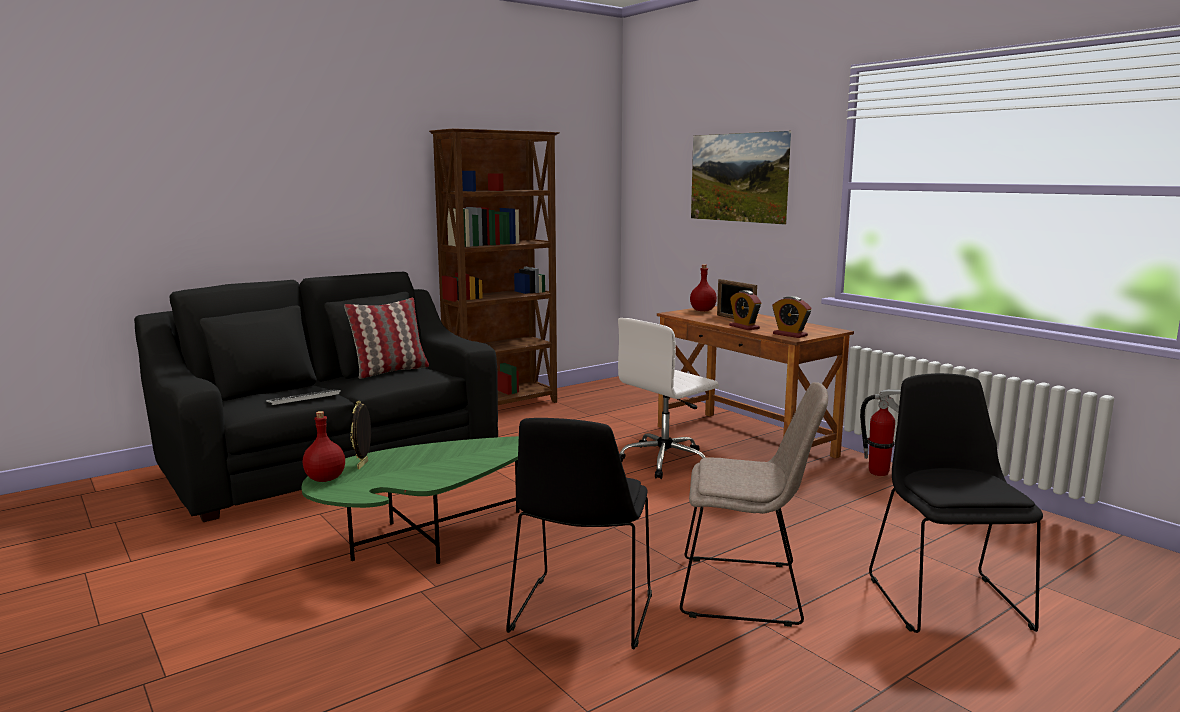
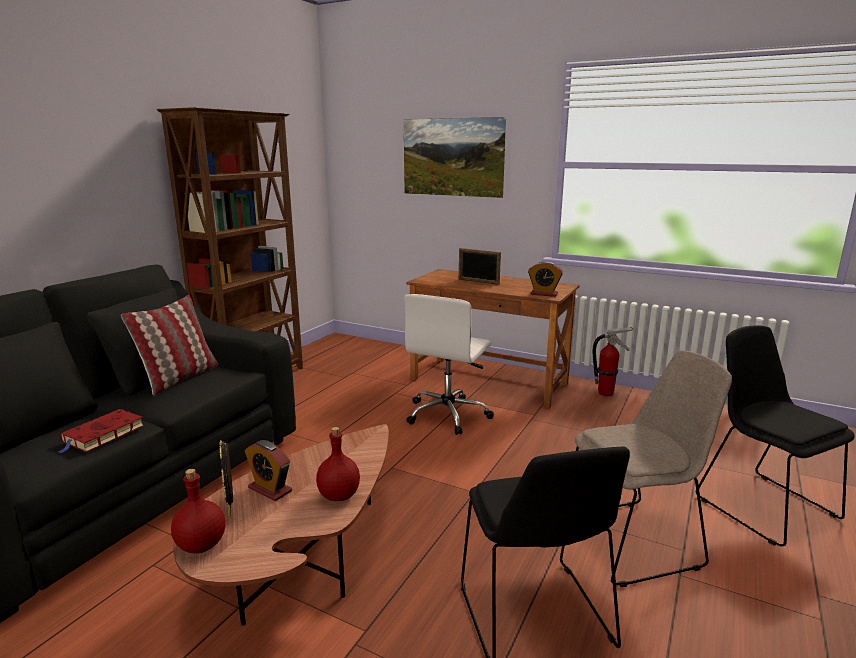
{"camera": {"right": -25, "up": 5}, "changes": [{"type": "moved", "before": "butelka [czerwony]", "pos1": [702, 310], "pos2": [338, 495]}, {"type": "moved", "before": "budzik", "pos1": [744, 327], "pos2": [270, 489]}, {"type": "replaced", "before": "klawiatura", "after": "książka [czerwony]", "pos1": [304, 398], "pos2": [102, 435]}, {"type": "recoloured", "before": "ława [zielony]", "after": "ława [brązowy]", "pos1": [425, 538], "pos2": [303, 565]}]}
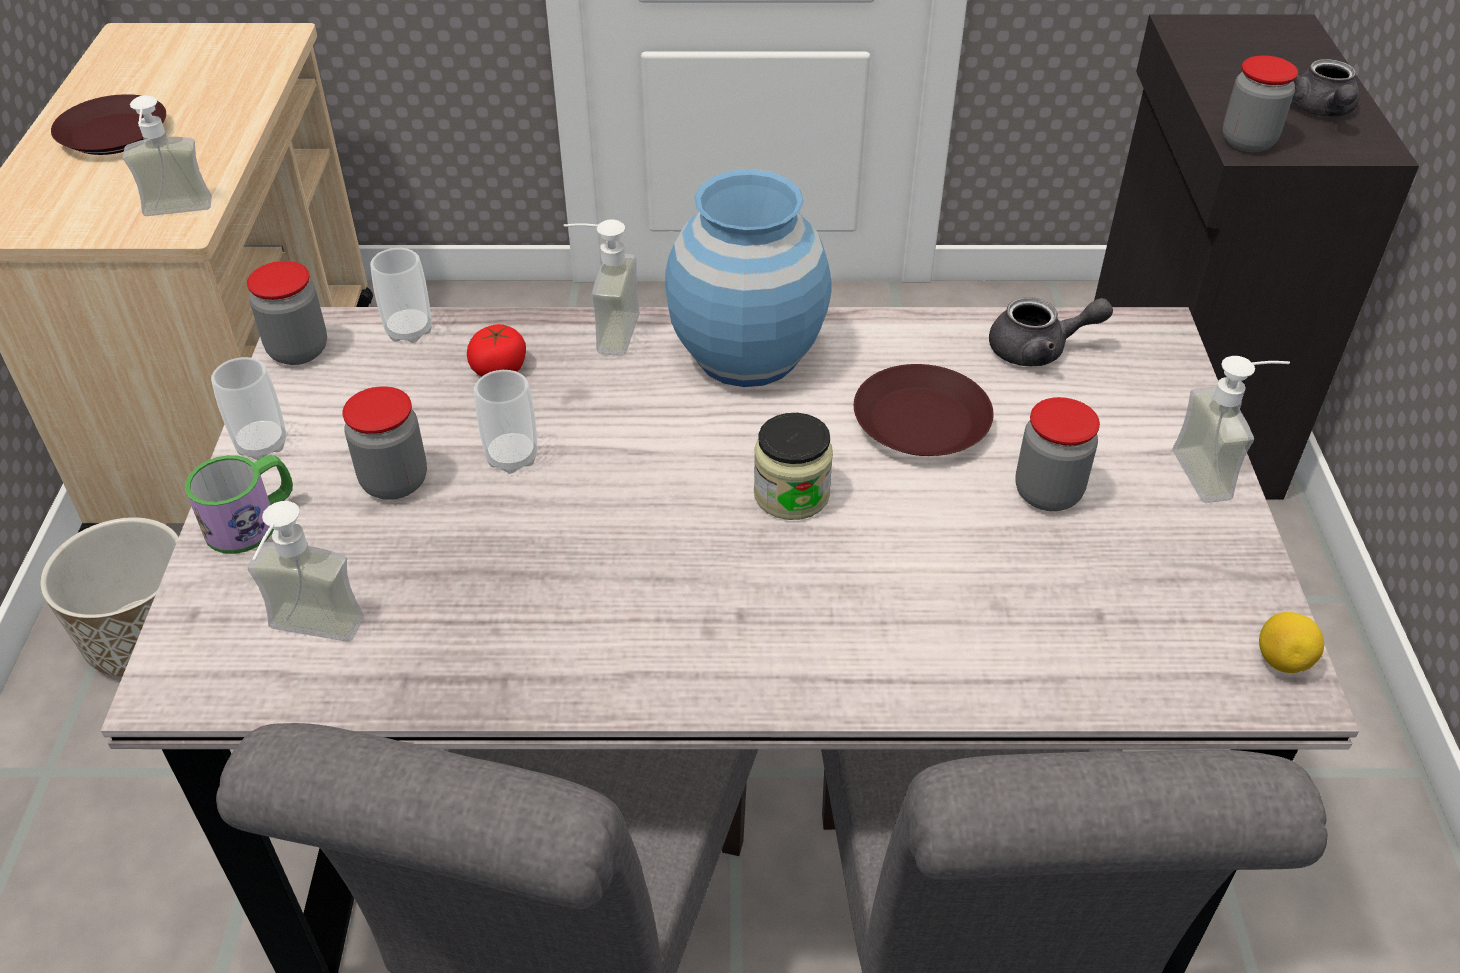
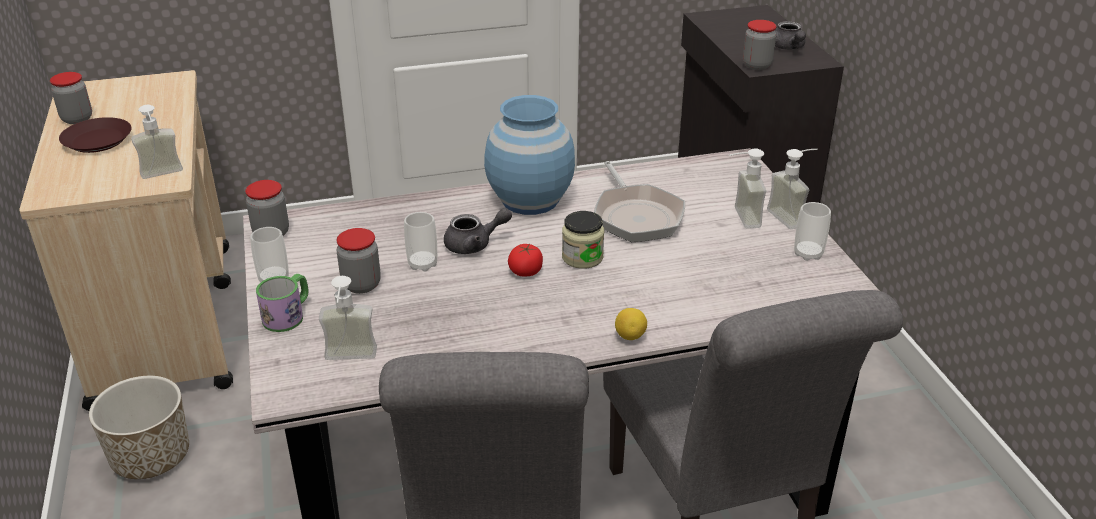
{"camera": {"right": -15, "up": -10}, "changes": [{"type": "moved", "before": "dozownik mydła", "pos1": [603, 332], "pos2": [738, 218]}, {"type": "moved", "before": "filiżanka", "pos1": [409, 331], "pos2": [808, 254]}, {"type": "moved", "before": "imbryk [szary]", "pos1": [1039, 350], "pos2": [474, 244]}, {"type": "moved", "before": "pomidor", "pos1": [499, 368], "pos2": [525, 271]}, {"type": "replaced", "before": "talerz [brązowy]", "after": "patelnia", "pos1": [922, 421], "pos2": [636, 216]}, {"type": "moved", "before": "słoik", "pos1": [1047, 493], "pos2": [77, 119]}, {"type": "moved", "before": "cytryna", "pos1": [1282, 660], "pos2": [630, 336]}]}
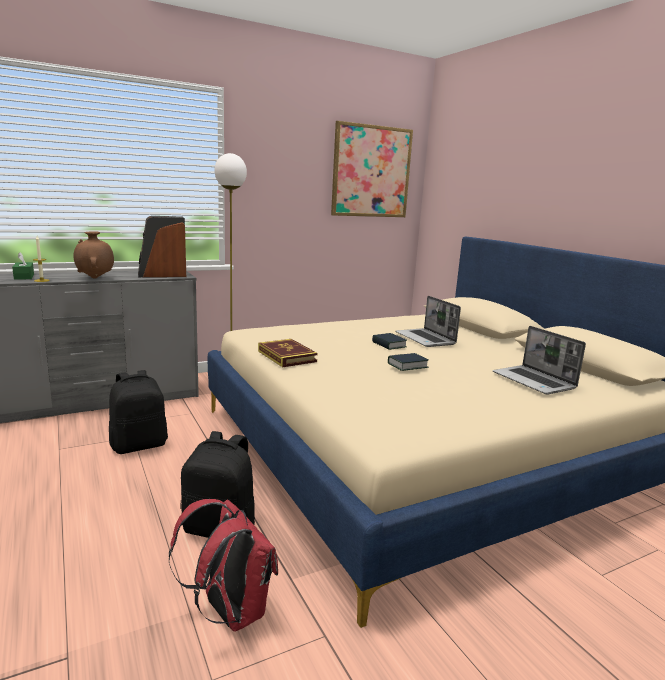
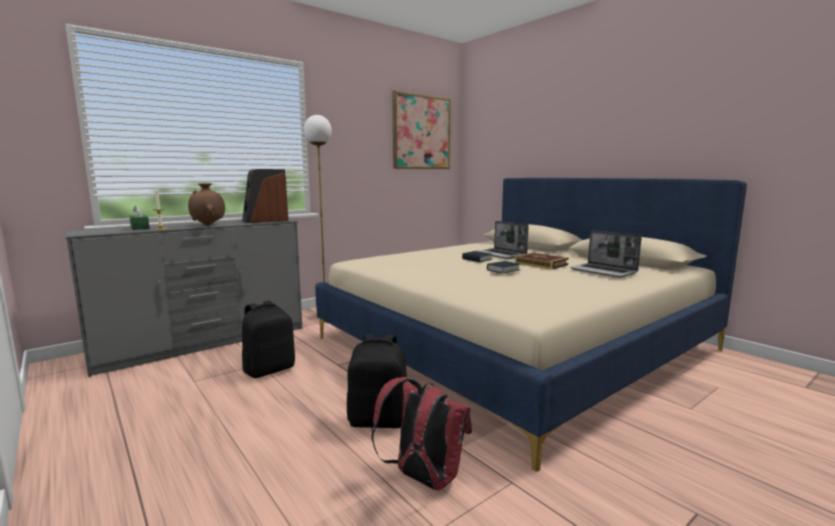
{"camera": {"right": -10, "up": -5}, "changes": [{"type": "moved", "before": "książka", "pos1": [286, 356], "pos2": [541, 264]}]}
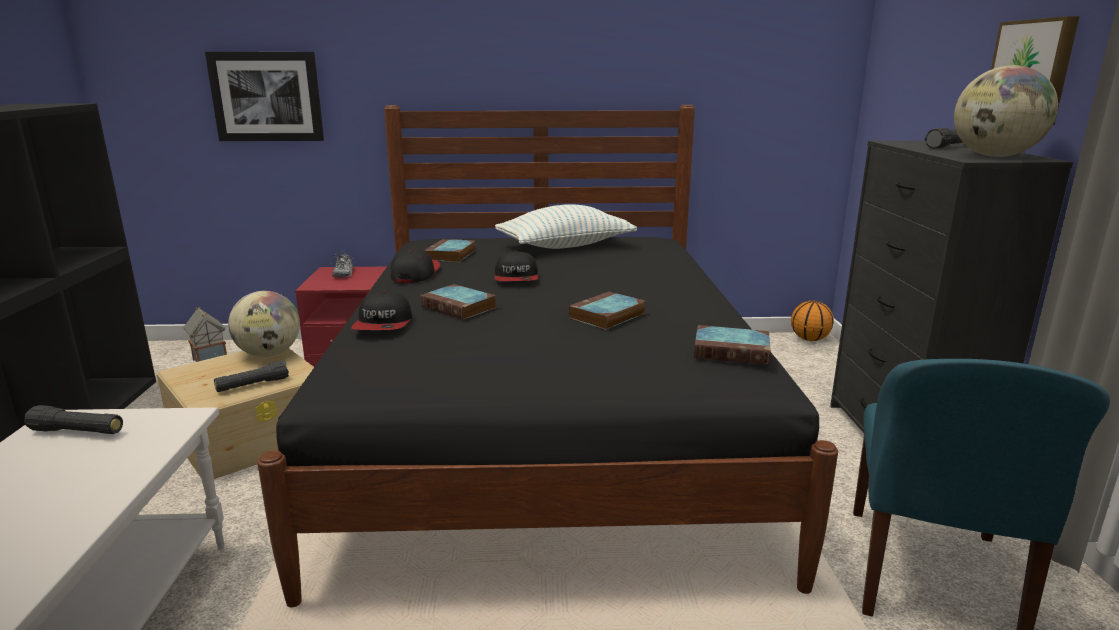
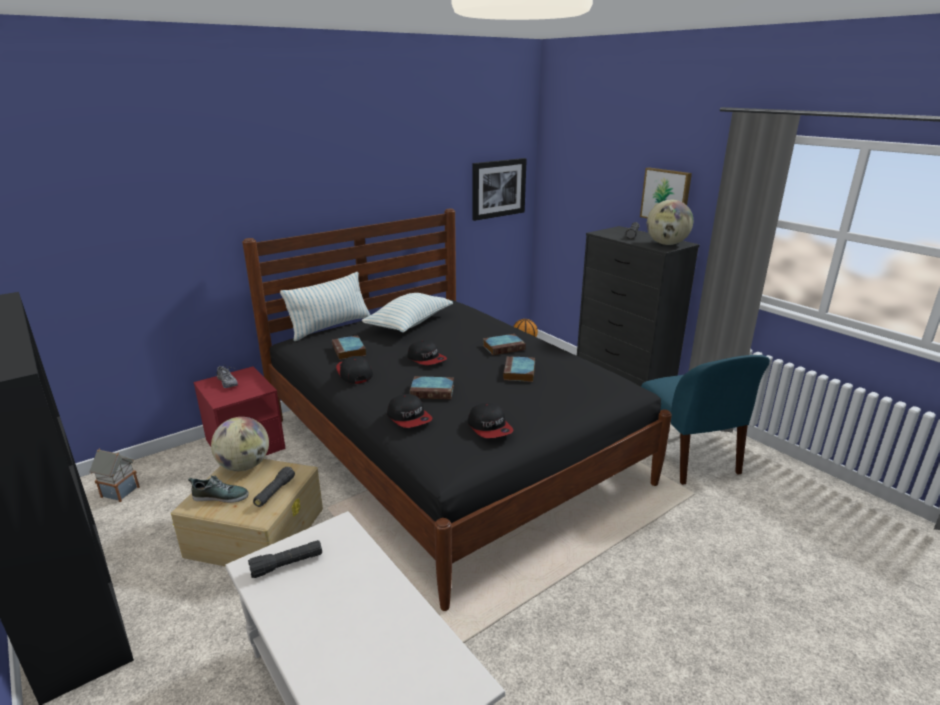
{"camera": {"right": -35, "up": 5}, "changes": [{"type": "moved", "before": "obraz", "pos1": [267, 97], "pos2": [498, 188]}, {"type": "moved", "before": "książka", "pos1": [733, 351], "pos2": [504, 347]}, {"type": "added", "after": "poduszka", "pos2": [330, 327]}, {"type": "added", "after": "czapka z daszkiem", "pos2": [490, 427]}, {"type": "added", "after": "but", "pos2": [221, 496]}]}
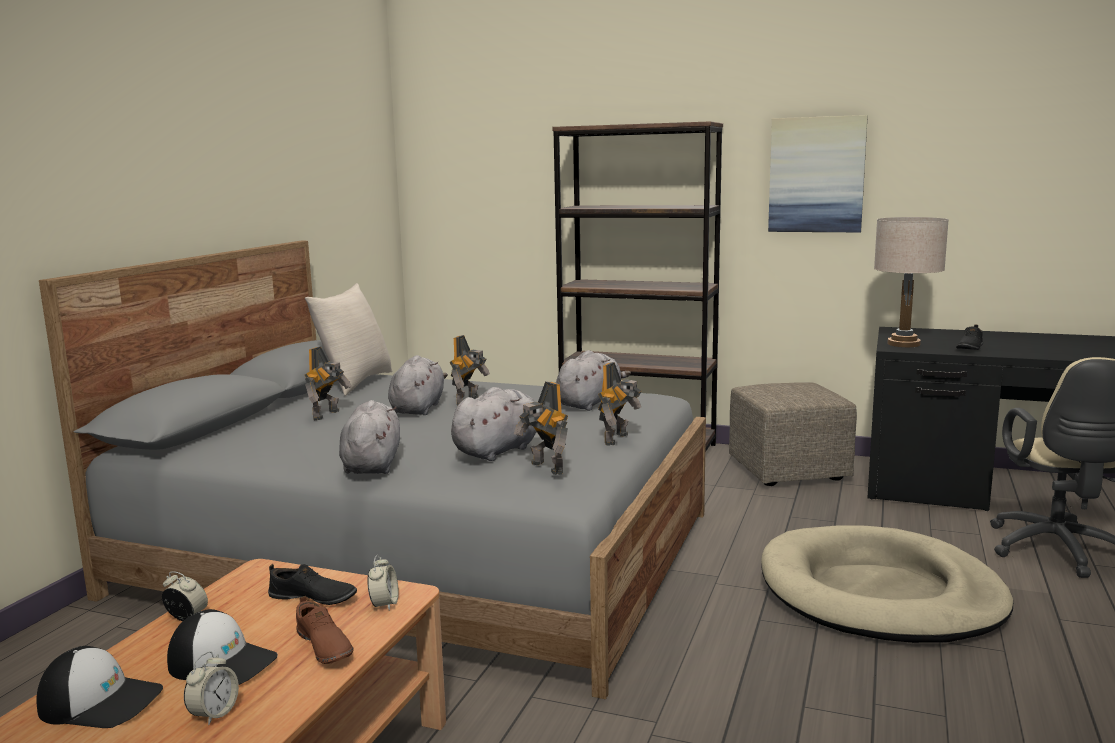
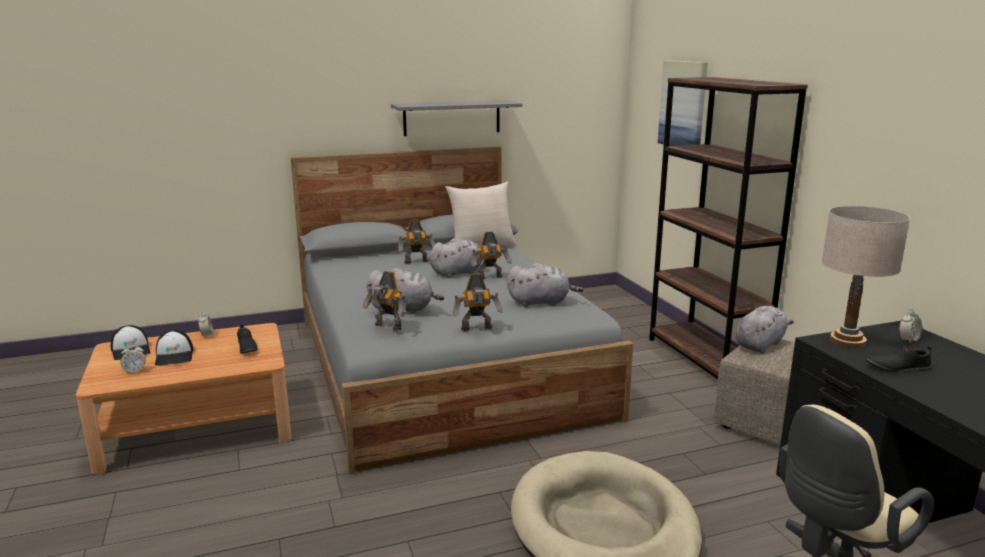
{"camera": {"right": 50, "up": 5}, "changes": [{"type": "moved", "before": "obraz", "pos1": [816, 175], "pos2": [683, 105]}, {"type": "turned", "before": "robot zabawkowy", "pos1": [545, 468], "pos2": [387, 327], "turn": -75}, {"type": "moved", "before": "pluszak [szary]", "pos1": [372, 464], "pos2": [760, 344]}, {"type": "moved", "before": "budzik", "pos1": [384, 604], "pos2": [908, 340]}, {"type": "removed", "before": "but [brązowy]", "pos1": [323, 647]}, {"type": "added", "after": "półka [szary]", "pos2": [452, 118]}]}
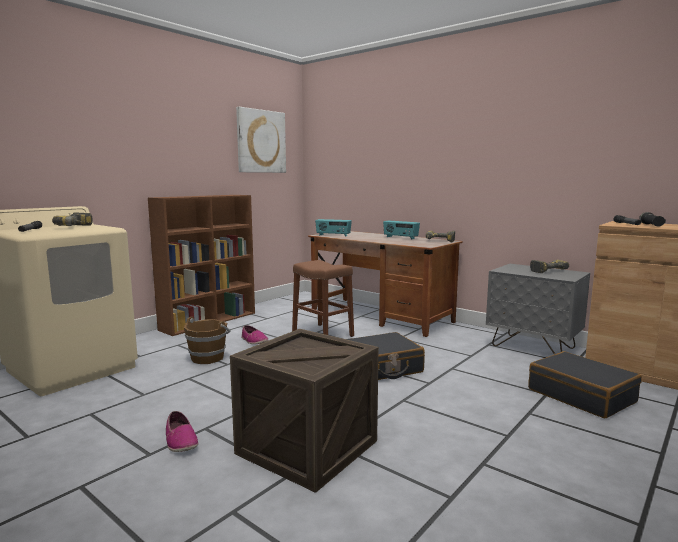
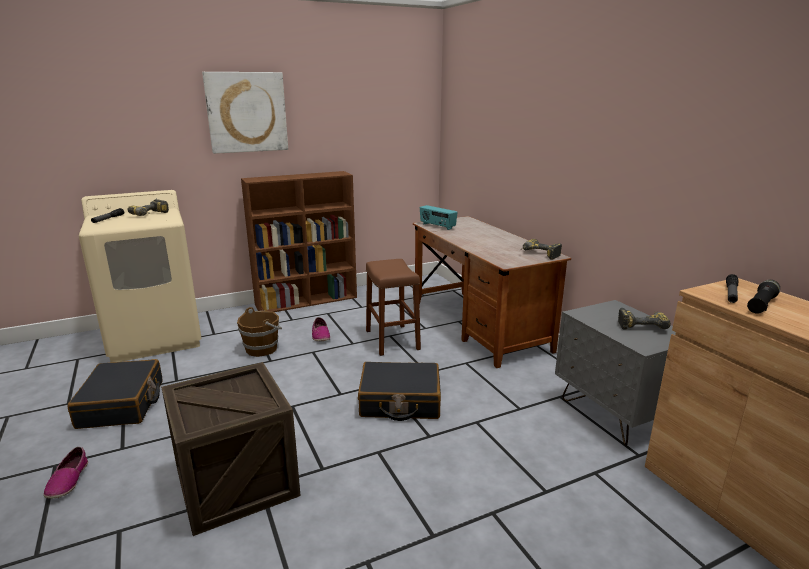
{"camera": {"right": 25, "up": 10}, "changes": [{"type": "moved", "before": "obraz", "pos1": [261, 141], "pos2": [246, 112]}, {"type": "removed", "before": "radio", "pos1": [400, 238]}, {"type": "moved", "before": "walizka [czarny]", "pos1": [581, 395], "pos2": [122, 404]}, {"type": "moved", "before": "but", "pos1": [180, 441], "pos2": [68, 481]}]}
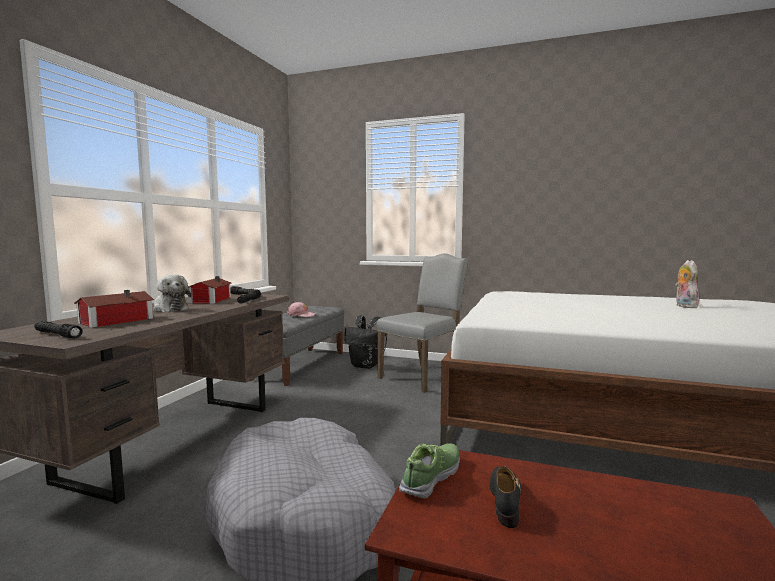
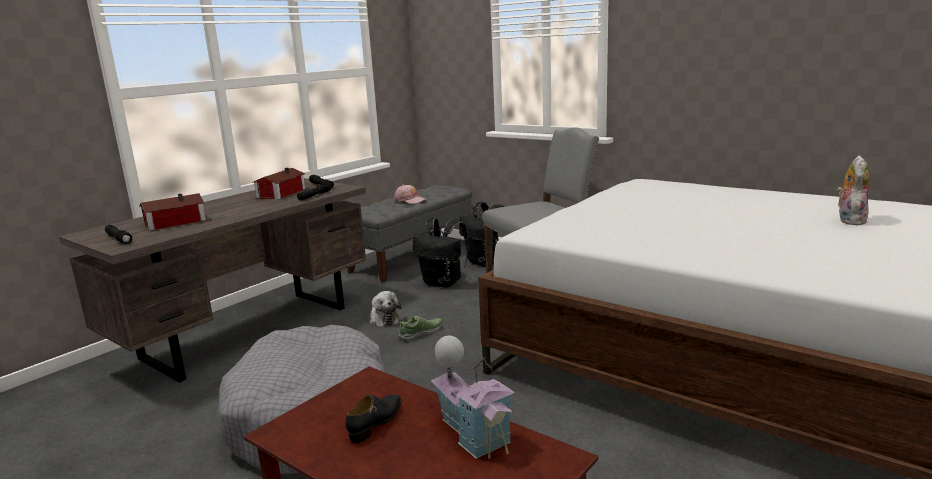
{"camera": {"right": 20, "up": 10}, "changes": [{"type": "moved", "before": "pluszak", "pos1": [170, 309], "pos2": [383, 319]}, {"type": "moved", "before": "but", "pos1": [432, 477], "pos2": [421, 333]}, {"type": "added", "after": "plecak [czarny]", "pos2": [444, 283]}, {"type": "added", "after": "domek", "pos2": [474, 433]}]}
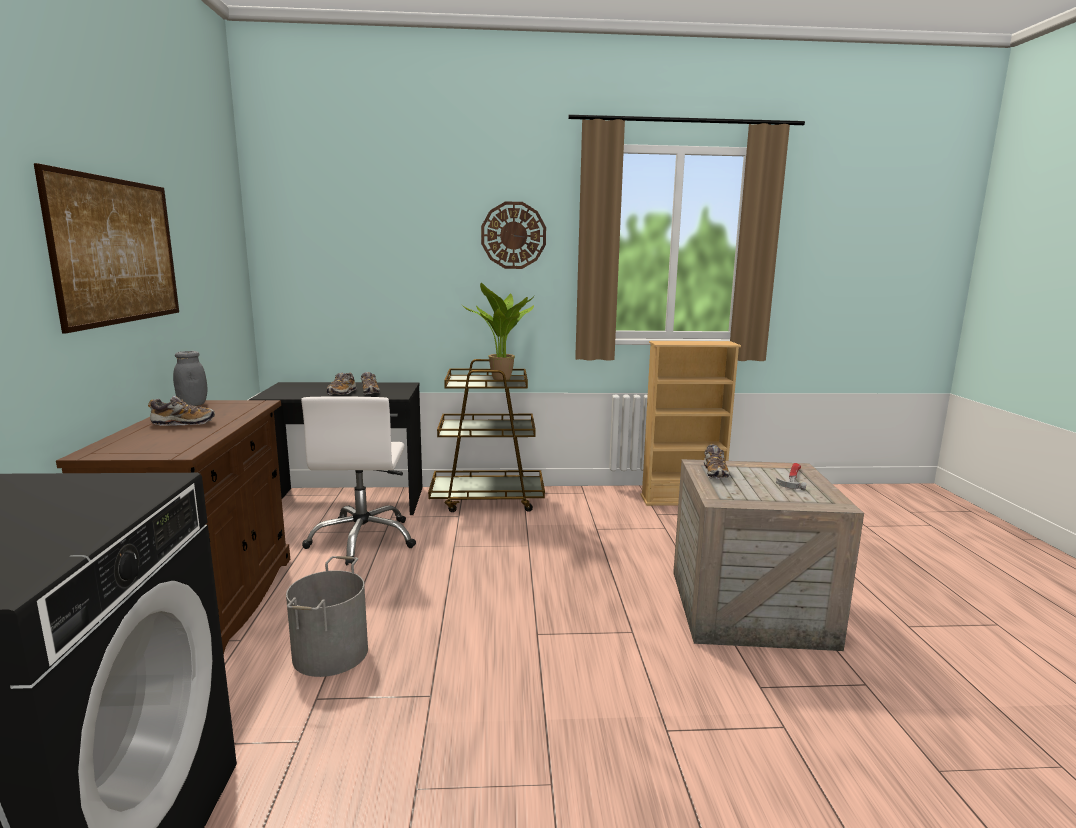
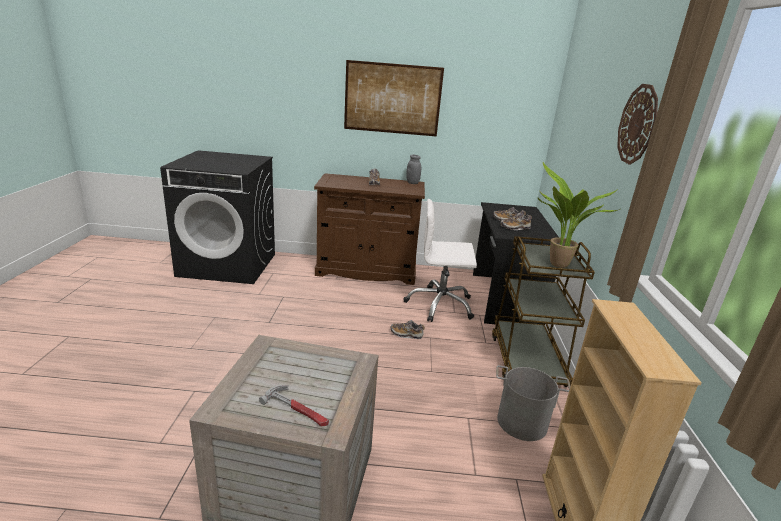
{"camera": {"right": 95, "up": 10}, "changes": [{"type": "moved", "before": "but", "pos1": [715, 473], "pos2": [406, 334]}, {"type": "moved", "before": "wiadro [szary]", "pos1": [329, 653], "pos2": [522, 421]}]}
